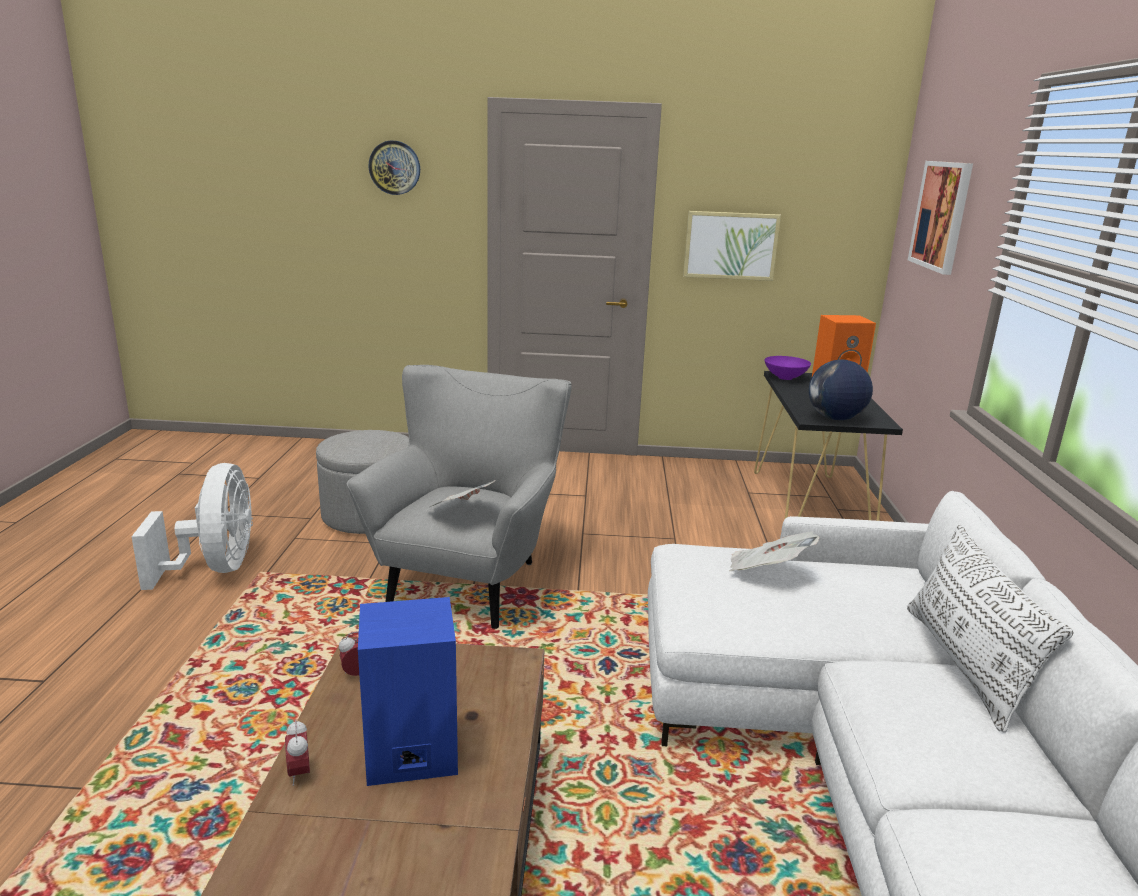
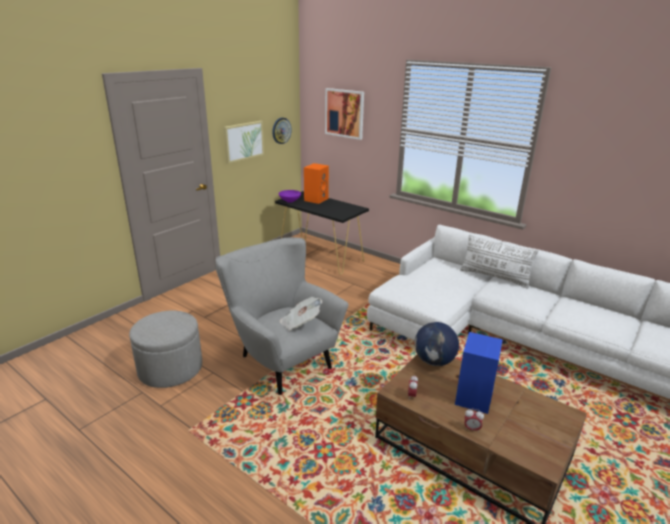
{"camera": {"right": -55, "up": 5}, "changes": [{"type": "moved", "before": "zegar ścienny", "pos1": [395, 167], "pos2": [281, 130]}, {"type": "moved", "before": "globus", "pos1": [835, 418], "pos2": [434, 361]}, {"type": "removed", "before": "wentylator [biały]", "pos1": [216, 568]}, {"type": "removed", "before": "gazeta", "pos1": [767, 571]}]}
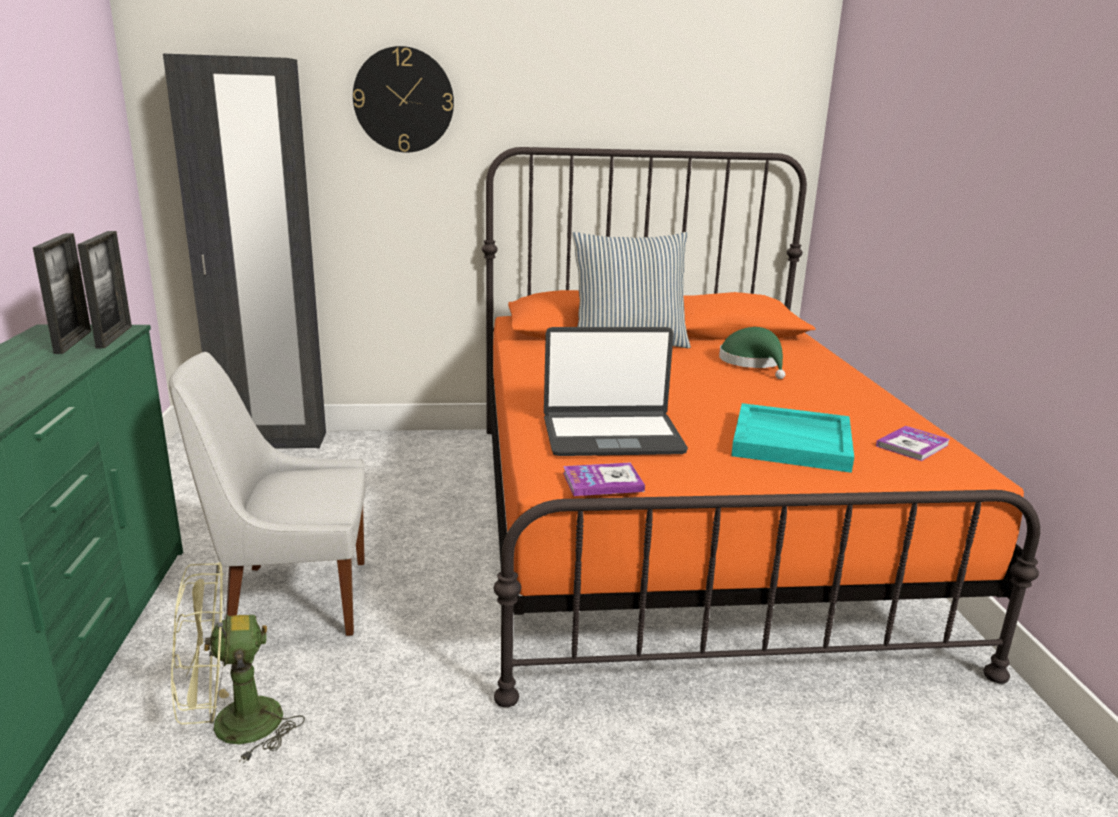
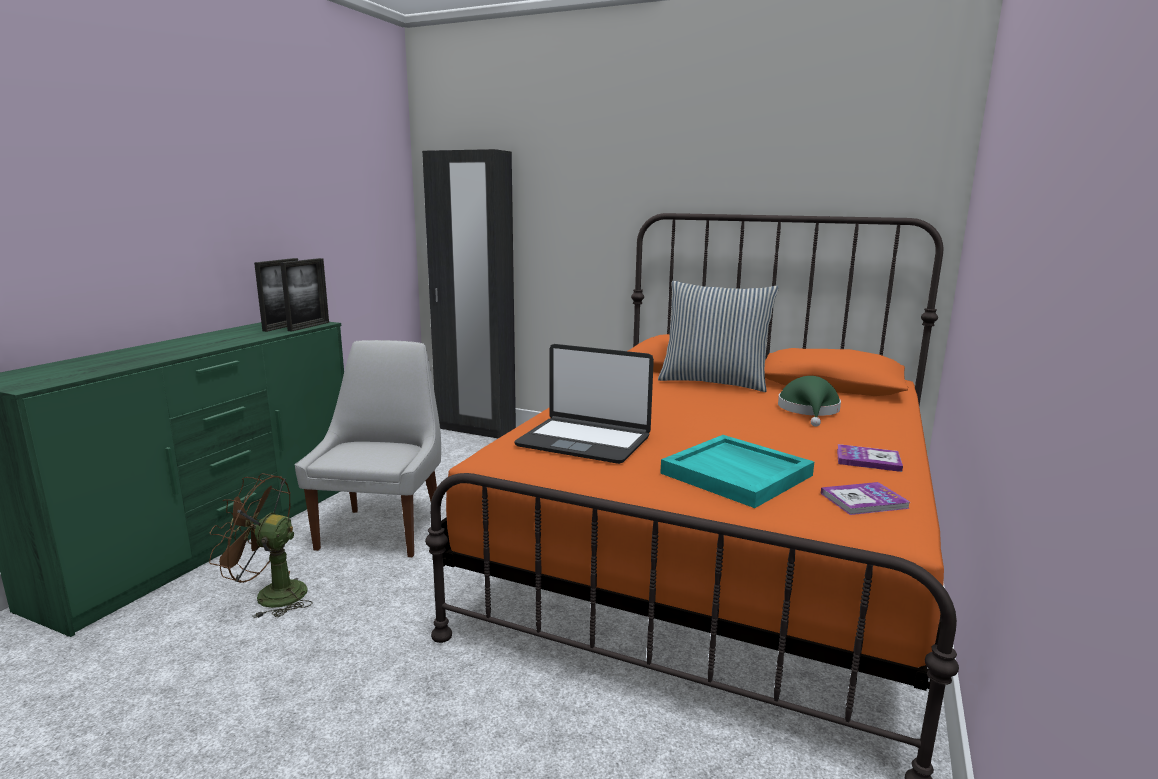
{"camera": {"right": 30, "up": -5}, "changes": [{"type": "removed", "before": "zegar ścienny", "pos1": [403, 100]}, {"type": "turned", "before": "krzesło [biały]", "pos1": [292, 599], "pos2": [383, 530], "turn": 75}, {"type": "moved", "before": "książka", "pos1": [602, 482], "pos2": [868, 460]}, {"type": "recoloured", "before": "wentylator [zielony]", "after": "wentylator [brązowy]", "pos1": [231, 728], "pos2": [270, 595]}]}
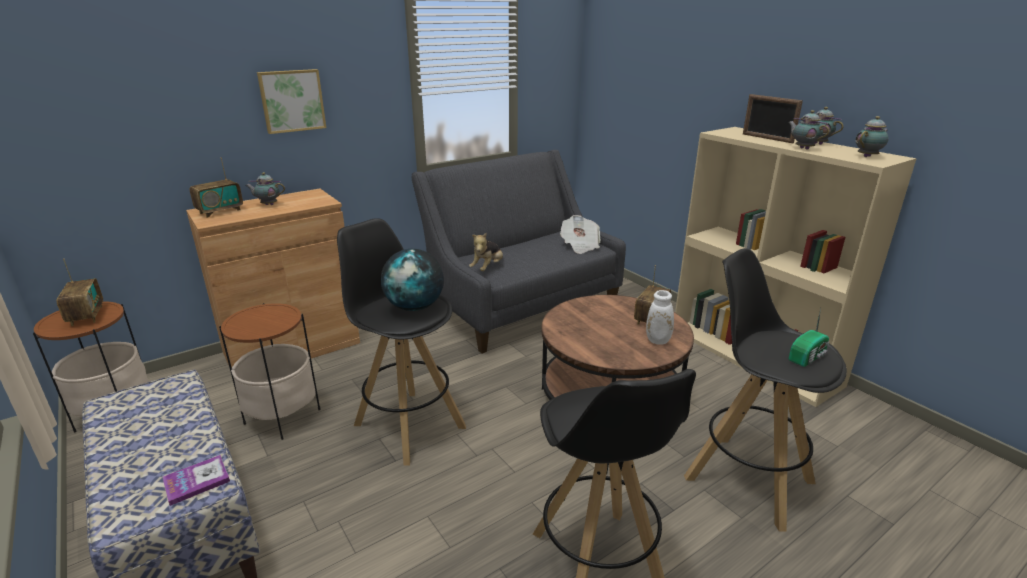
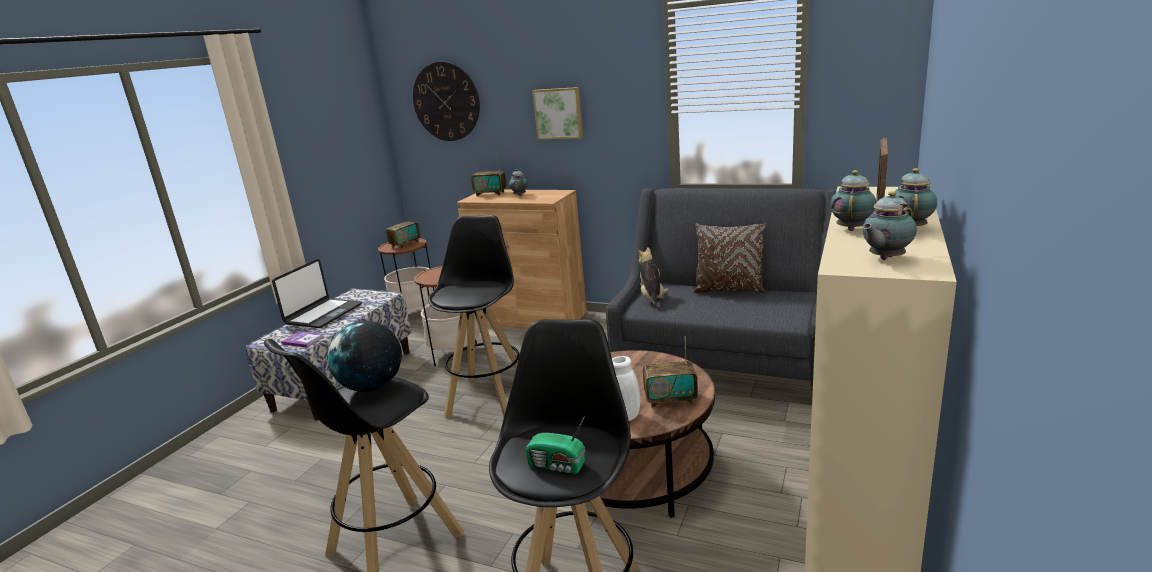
{"camera": {"right": 60, "up": -5}, "changes": [{"type": "turned", "before": "imbryk", "pos1": [868, 156], "pos2": [884, 259], "turn": 120}, {"type": "removed", "before": "gazeta", "pos1": [580, 245]}, {"type": "turned", "before": "pluszak", "pos1": [488, 268], "pos2": [652, 298], "turn": 90}, {"type": "moved", "before": "globus", "pos1": [415, 307], "pos2": [372, 387]}, {"type": "added", "after": "zegar ścienny", "pos2": [446, 101]}, {"type": "added", "after": "poduszka [brązowy]", "pos2": [729, 290]}, {"type": "added", "after": "laptop", "pos2": [323, 314]}]}
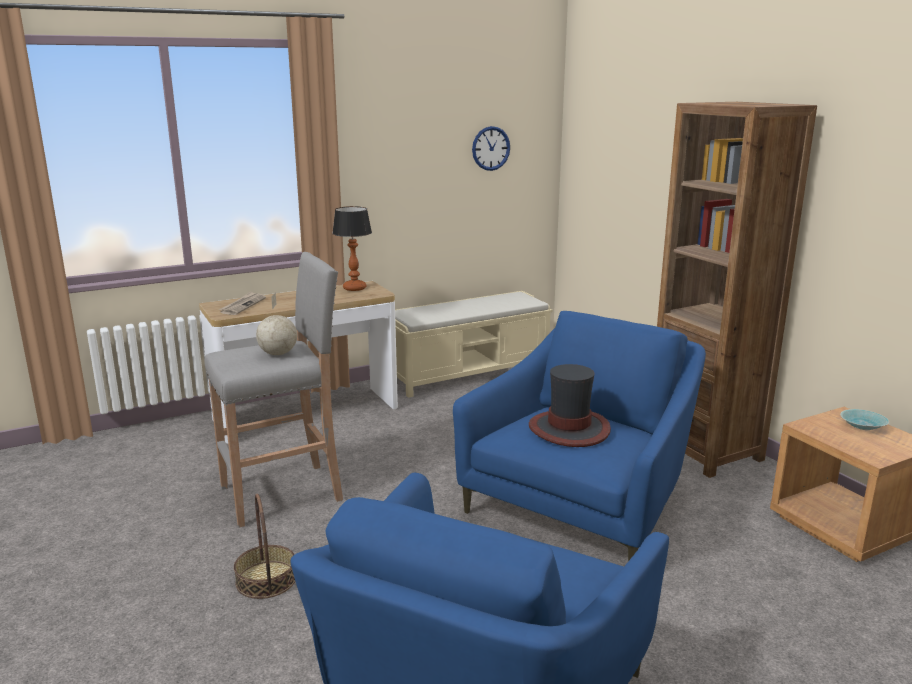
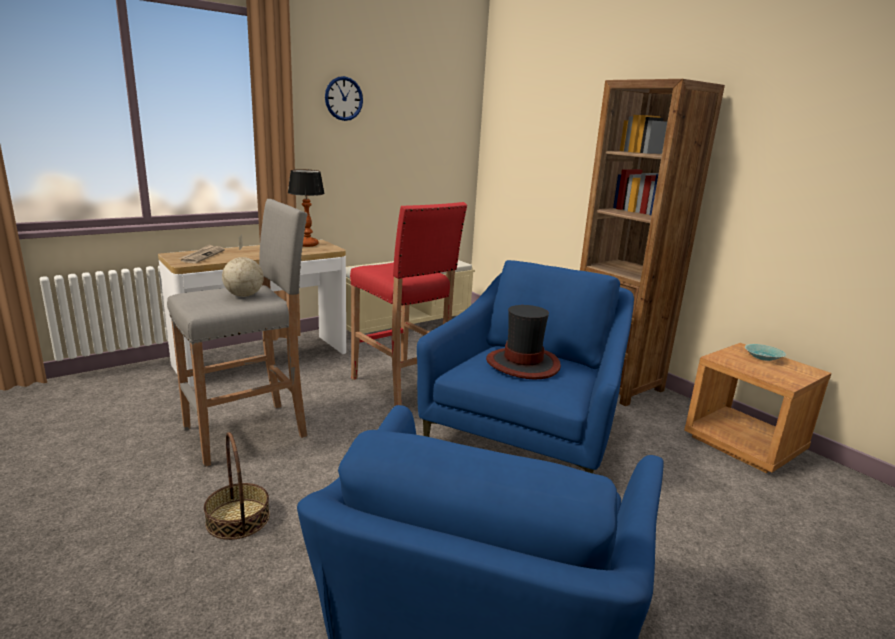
{"camera": {"right": -10, "up": 0}, "changes": [{"type": "moved", "before": "zegar ścienny", "pos1": [491, 148], "pos2": [343, 98]}, {"type": "added", "after": "stołek [czerwony]", "pos2": [401, 386]}]}
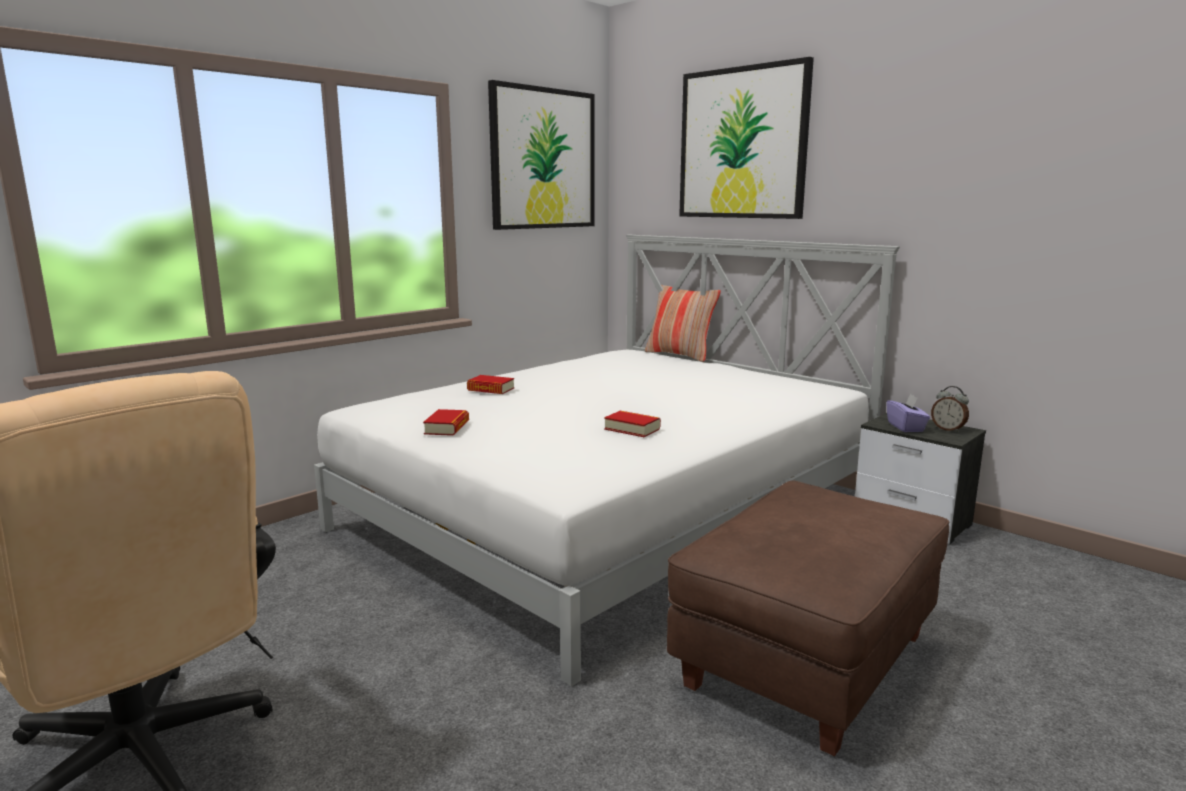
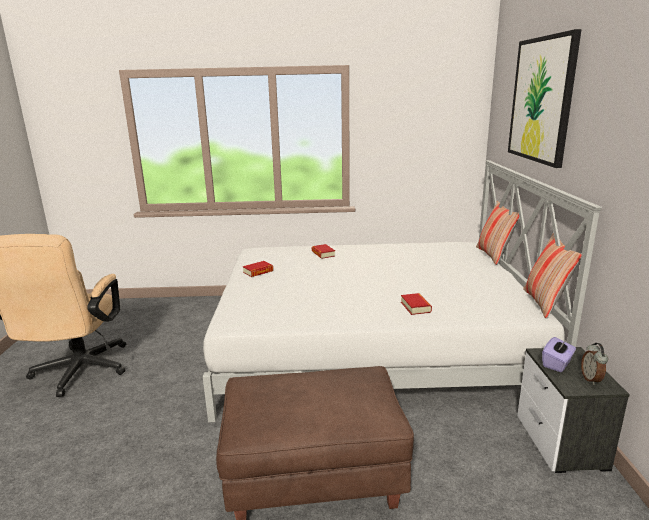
{"camera": {"right": 45, "up": 5}, "changes": [{"type": "removed", "before": "obraz", "pos1": [543, 159]}, {"type": "moved", "before": "książka", "pos1": [632, 429], "pos2": [415, 307]}, {"type": "added", "after": "poduszka", "pos2": [544, 303]}]}
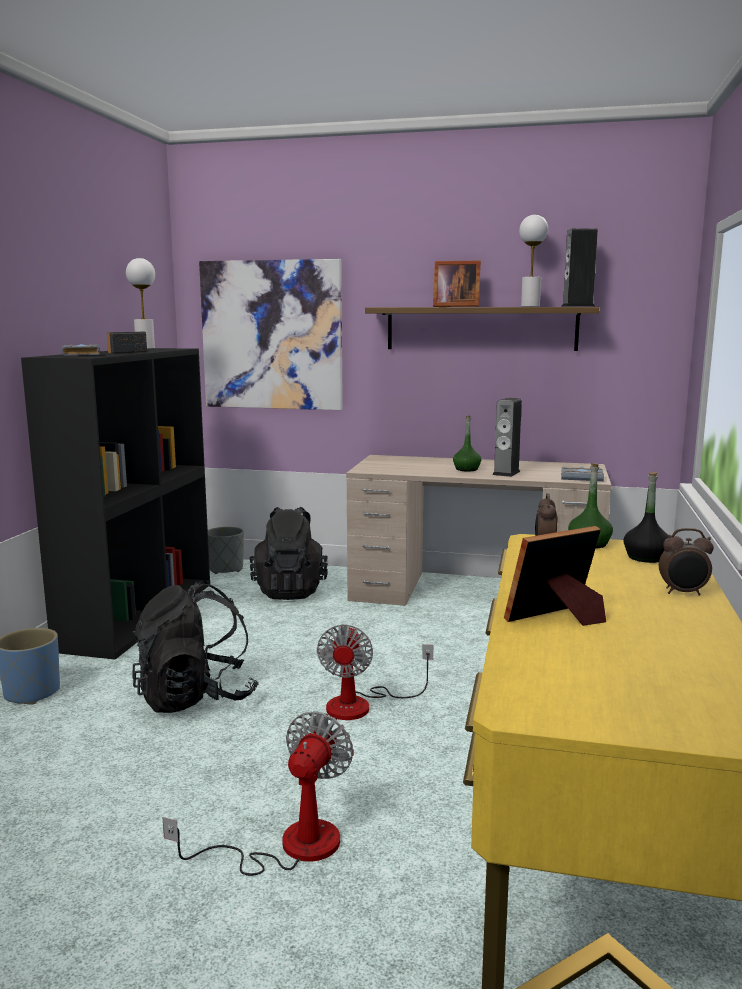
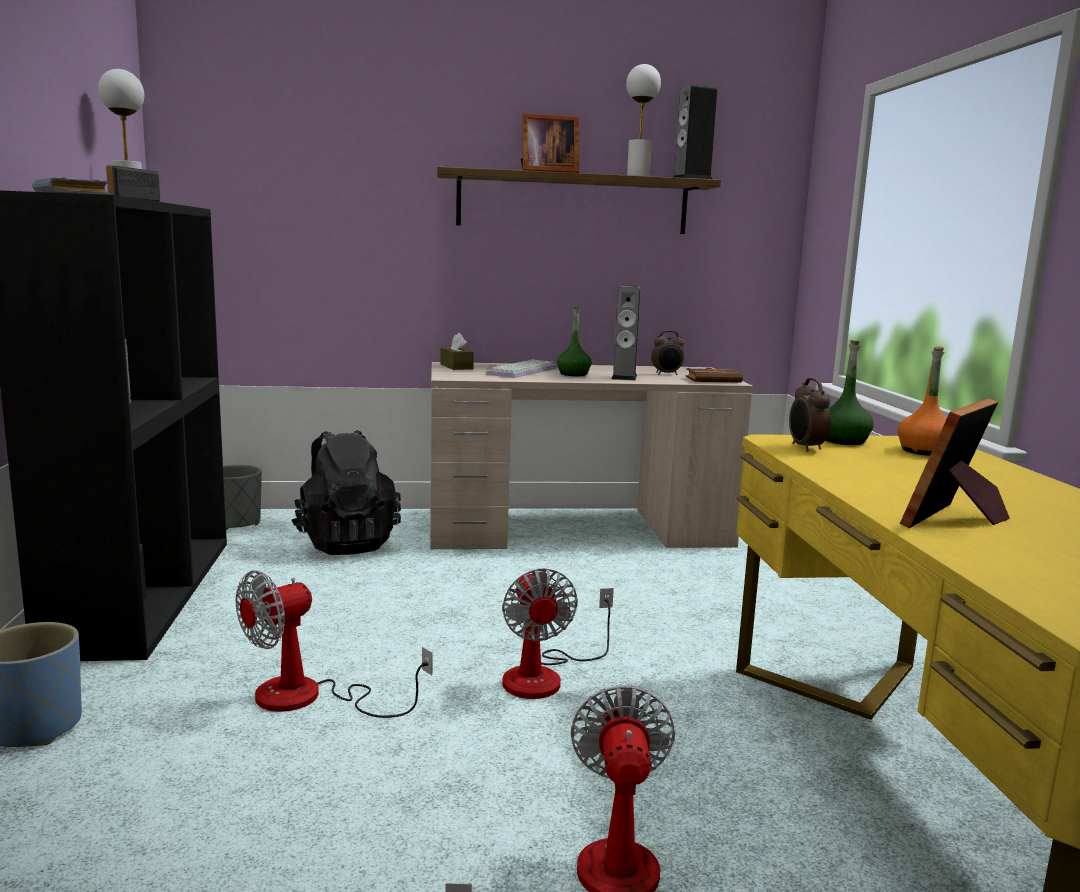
{"camera": {"right": -20, "up": 0}, "changes": [{"type": "removed", "before": "obraz", "pos1": [272, 335]}, {"type": "recoloured", "before": "książka [szary]", "after": "książka [brązowy]", "pos1": [582, 478], "pos2": [713, 380]}, {"type": "recoloured", "before": "butelka [czarny]", "after": "butelka [pomarańczowy]", "pos1": [646, 558], "pos2": [924, 451]}, {"type": "moved", "before": "budzik", "pos1": [683, 593], "pos2": [666, 374]}, {"type": "replaced", "before": "plecak [czarny]", "after": "wentylator", "pos1": [195, 698], "pos2": [310, 698]}, {"type": "added", "after": "pudełko chusteczek [brązowy]", "pos2": [456, 366]}, {"type": "added", "after": "klawiatura", "pos2": [524, 371]}]}
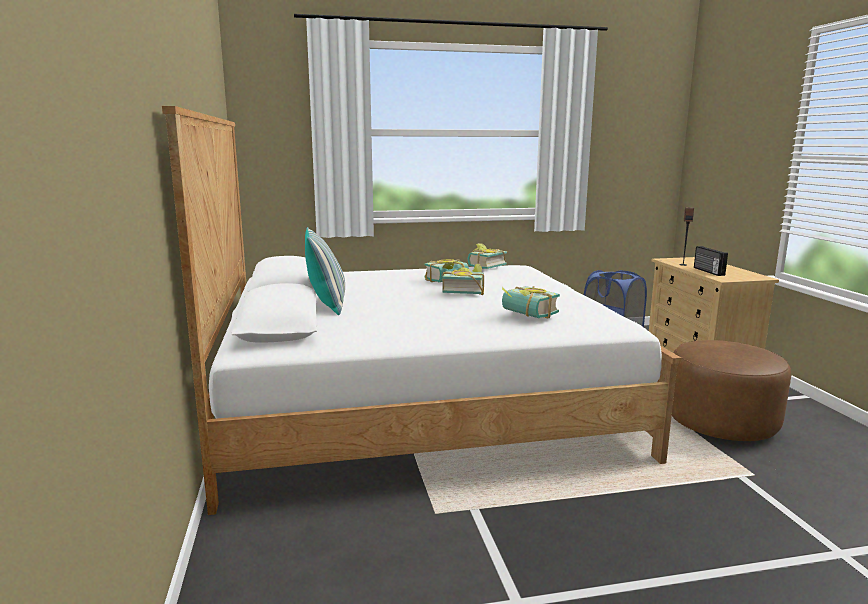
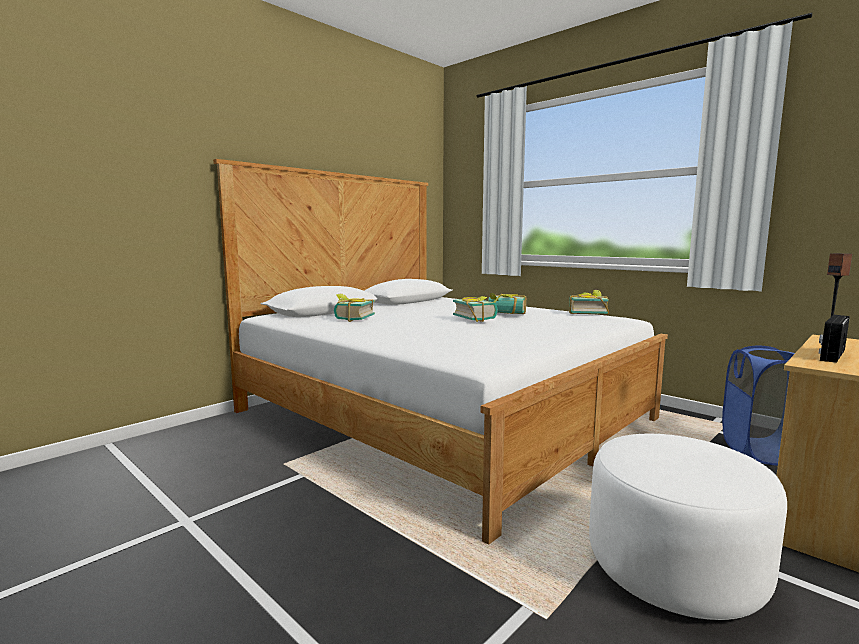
{"camera": {"right": 55, "up": -5}, "changes": [{"type": "removed", "before": "poduszka", "pos1": [327, 305]}, {"type": "moved", "before": "książka", "pos1": [526, 315], "pos2": [351, 318]}, {"type": "recoloured", "before": "pufa [brązowy]", "after": "pufa [biały]", "pos1": [721, 422], "pos2": [673, 568]}]}
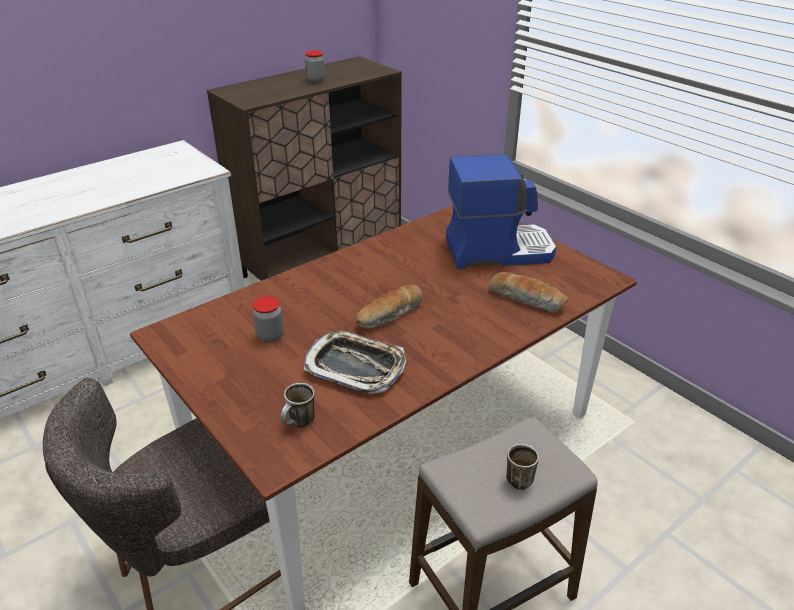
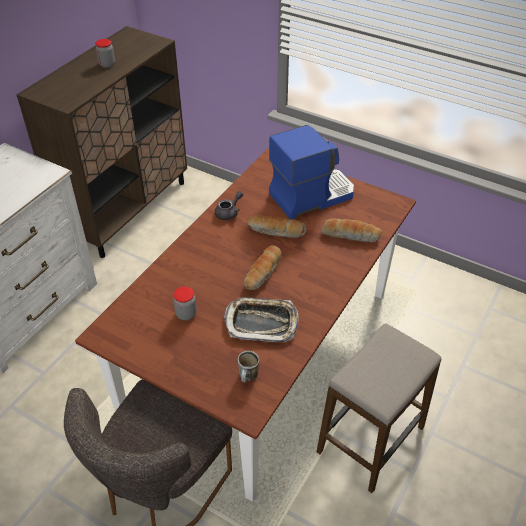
{"camera": {"right": -20, "up": 10}, "changes": [{"type": "removed", "before": "kubek", "pos1": [519, 477]}, {"type": "added", "after": "imbryk [szary]", "pos2": [229, 212]}, {"type": "added", "after": "chleb", "pos2": [276, 231]}]}
